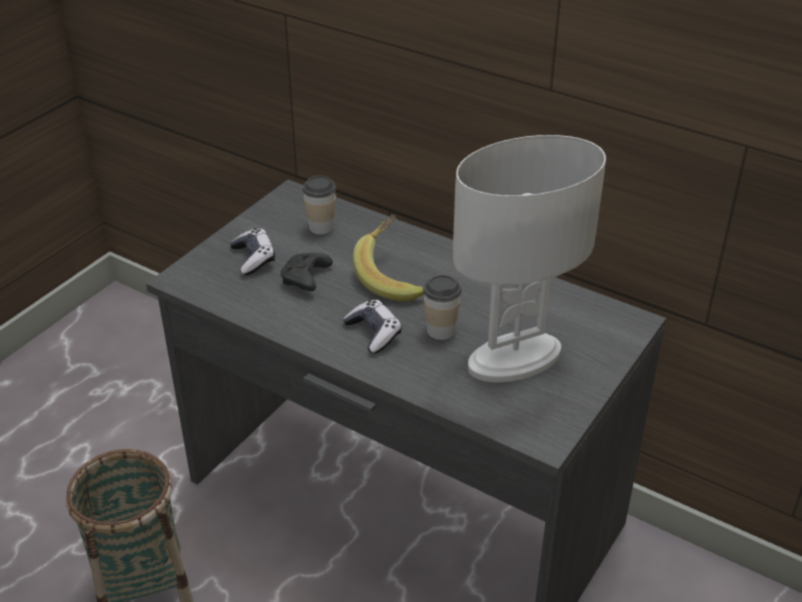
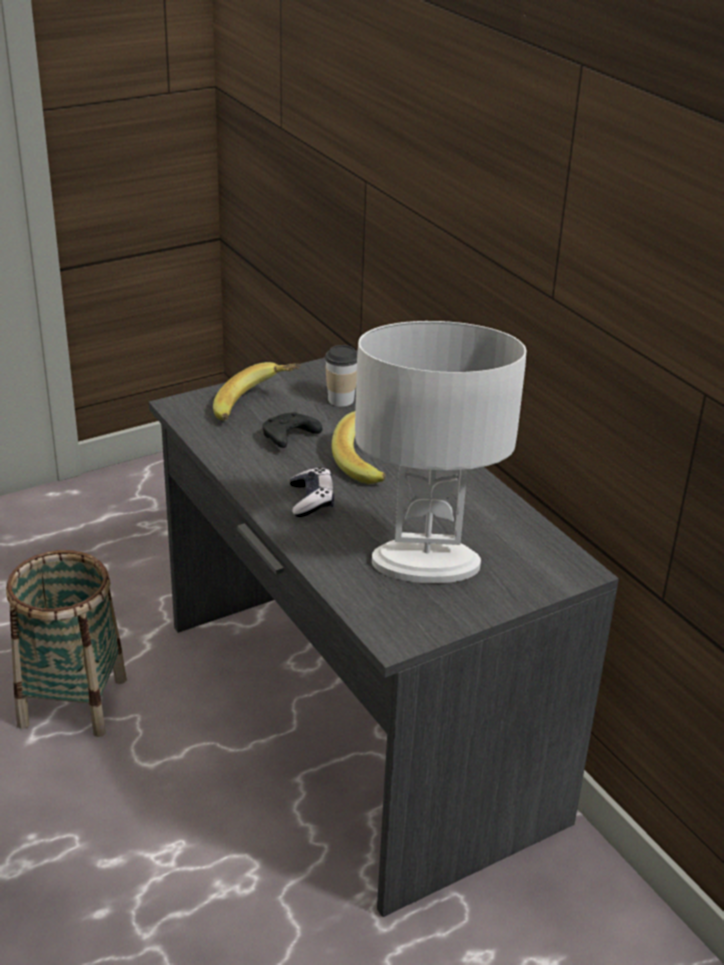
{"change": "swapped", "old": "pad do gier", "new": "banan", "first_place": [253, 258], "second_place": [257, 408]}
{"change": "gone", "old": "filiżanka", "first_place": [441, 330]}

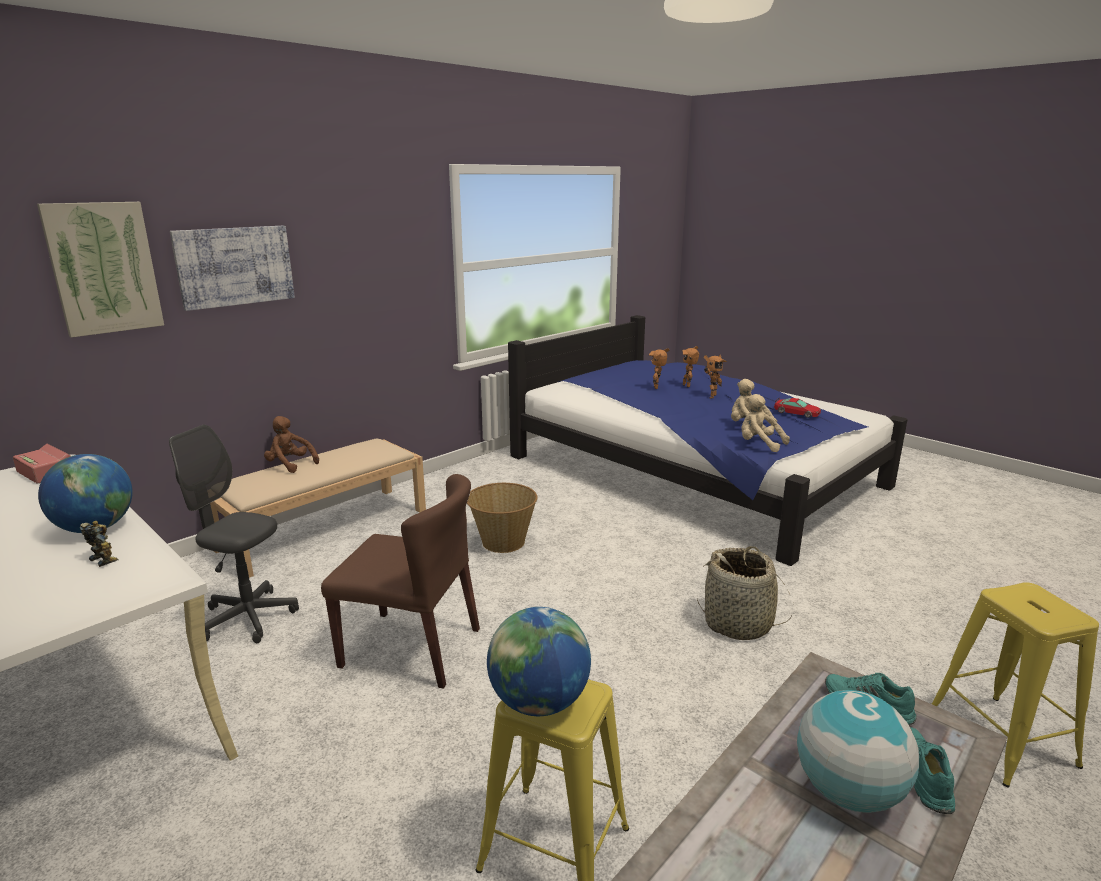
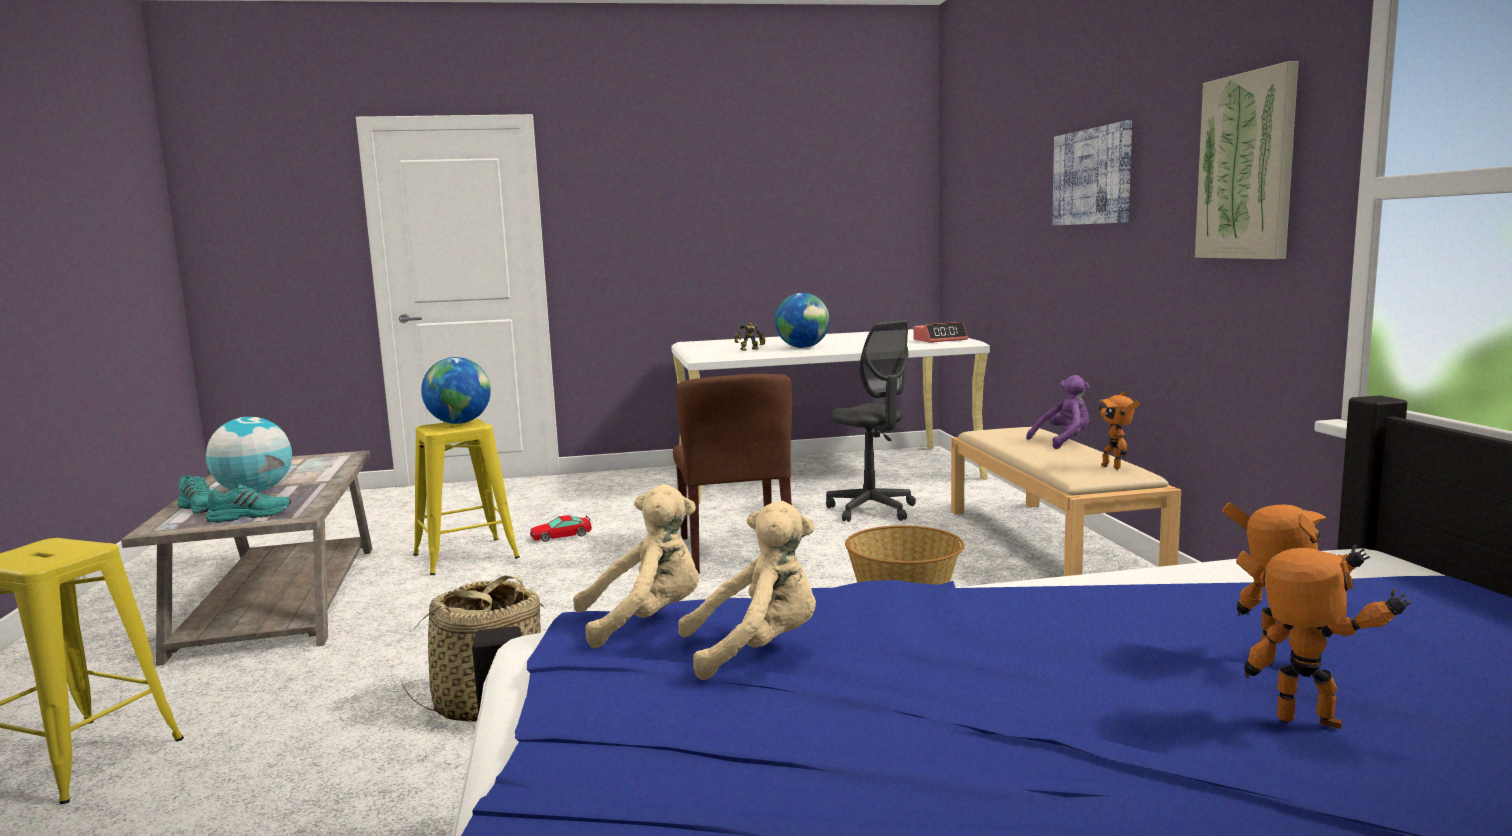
{"change": "shifted", "old": "obraz", "first_place": [103, 268], "second_place": [1247, 167]}
{"change": "rotated", "old": "krzesło biurowe (szary)", "first_place": [248, 618], "second_place": [871, 510], "degrees": 90}
{"change": "repainted", "old": "pluszak (brązowy)", "new": "pluszak (fioletowy)", "first_place": [290, 465], "second_place": [1063, 441]}
{"change": "rotated", "old": "krzesło (brązowy)", "first_place": [412, 648], "second_place": [735, 551], "degrees": -60}
{"change": "shifted", "old": "robot zabawkowy", "first_place": [710, 396], "second_place": [1113, 467]}
{"change": "shifted", "old": "samochodzik", "first_place": [796, 413], "second_place": [561, 535]}

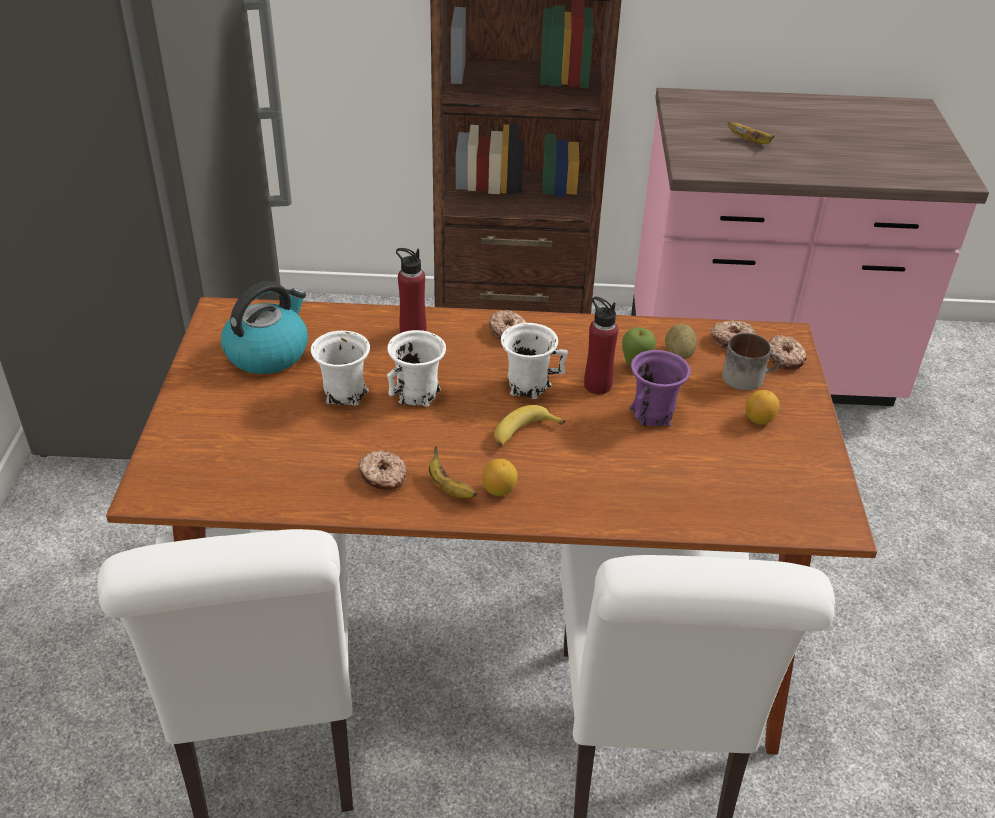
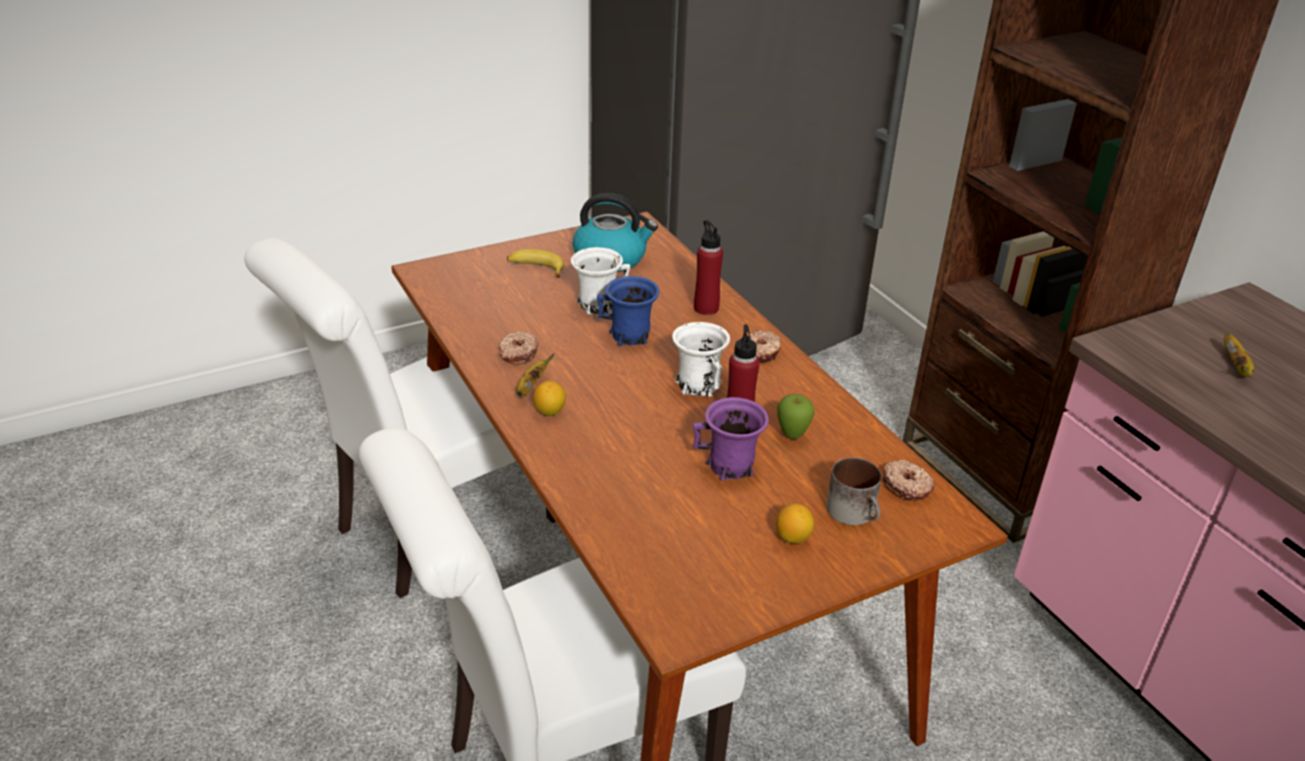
{"change": "repainted", "old": "kubek (biały)", "new": "kubek (niebieski)", "first_place": [418, 394], "second_place": [630, 336]}
{"change": "shifted", "old": "banan", "first_place": [523, 433], "second_place": [536, 268]}
{"change": "gone", "old": "ziemniak", "first_place": [679, 354]}
{"change": "gone", "old": "donut", "first_place": [785, 358]}

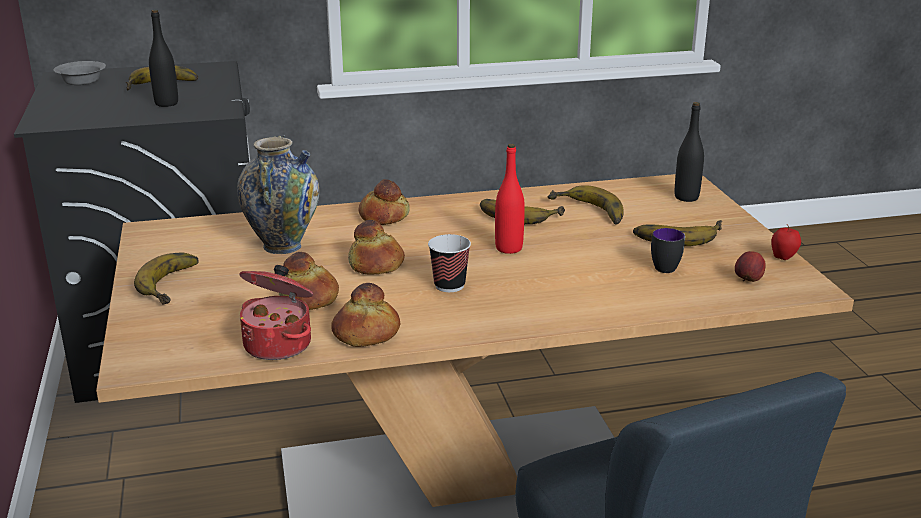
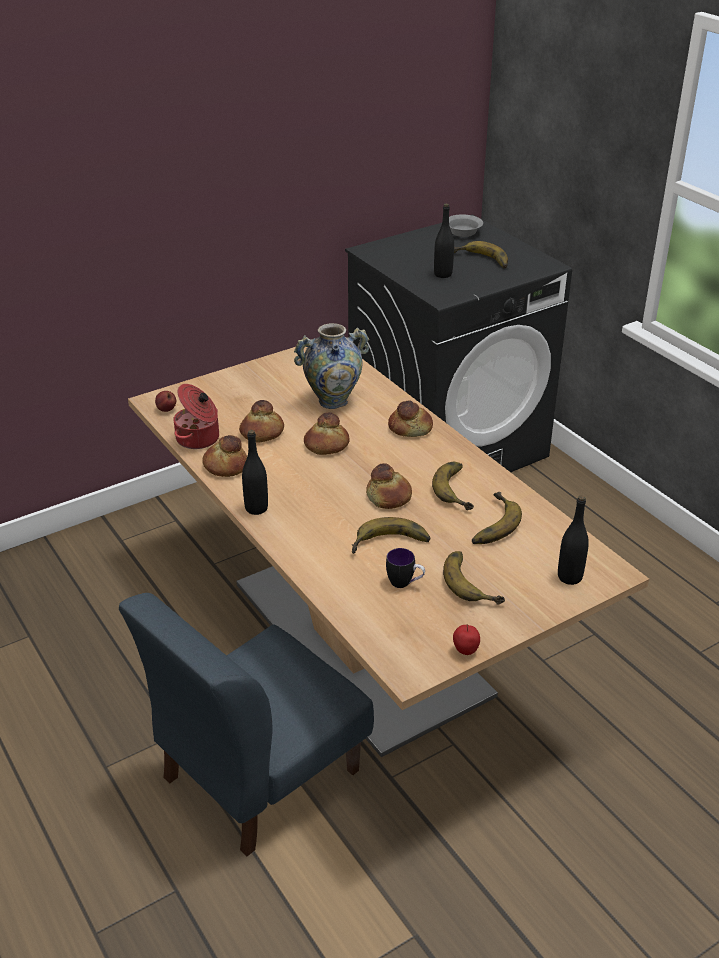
{"change": "shifted", "old": "banan", "first_place": [177, 284], "second_place": [391, 545]}
{"change": "gone", "old": "filiżanka", "first_place": [449, 285]}
{"change": "swapped", "old": "butelka (czerwony)", "new": "chleb", "first_place": [509, 248], "second_place": [389, 496]}
{"change": "shifted", "old": "jabłko", "first_place": [748, 280], "second_place": [166, 410]}
{"change": "new", "new": "butelka (czarny)", "second_place": [256, 508]}

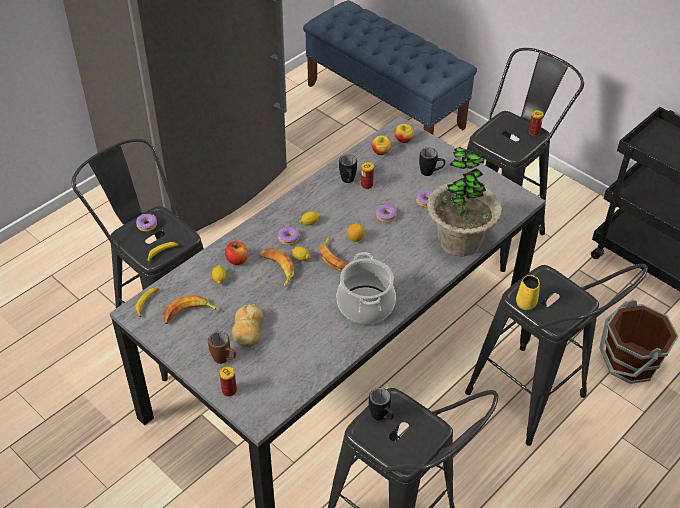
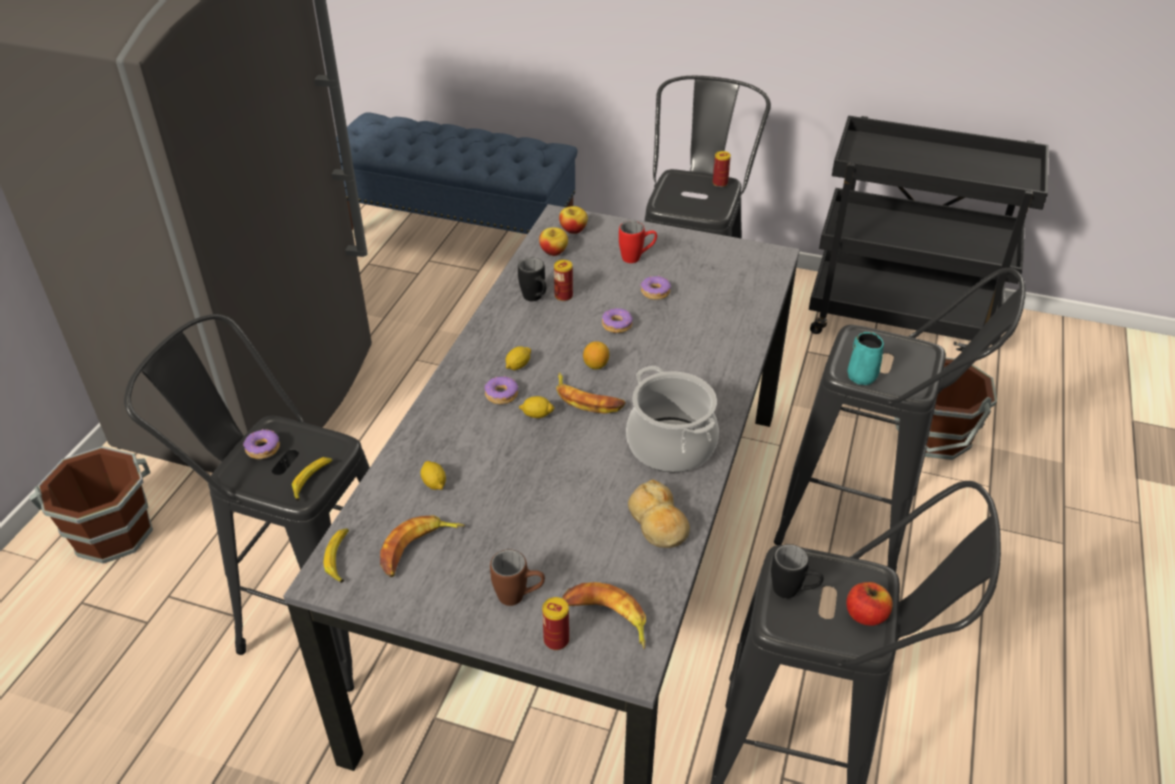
{"change": "shifted", "old": "jabłko", "first_place": [237, 260], "second_place": [865, 615]}
{"change": "shifted", "old": "chleb", "first_place": [248, 330], "second_place": [658, 524]}
{"change": "shifted", "old": "banan", "first_place": [277, 269], "second_place": [606, 618]}
{"change": "repainted", "old": "kubek (czarny)", "new": "kubek (czerwony)", "first_place": [431, 173], "second_place": [637, 258]}
{"change": "gone", "old": "roślina doniczkowa", "first_place": [459, 241]}
{"change": "repainted", "old": "kubek (żółty)", "new": "kubek (turkusowy)", "first_place": [526, 302], "second_place": [861, 375]}
{"change": "new", "new": "wiadro (brązowy)", "second_place": [112, 532]}

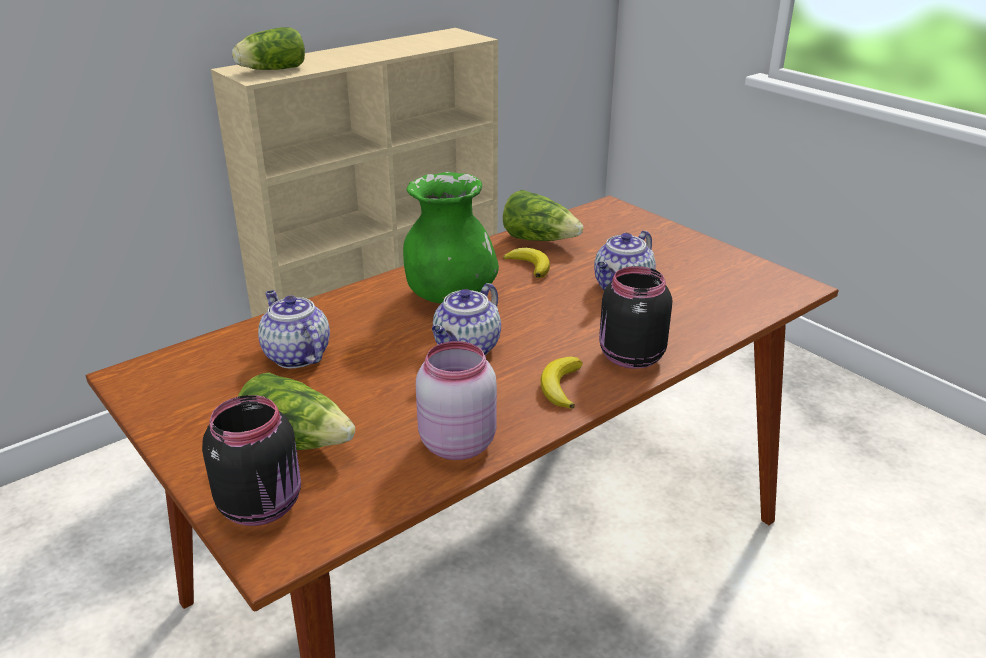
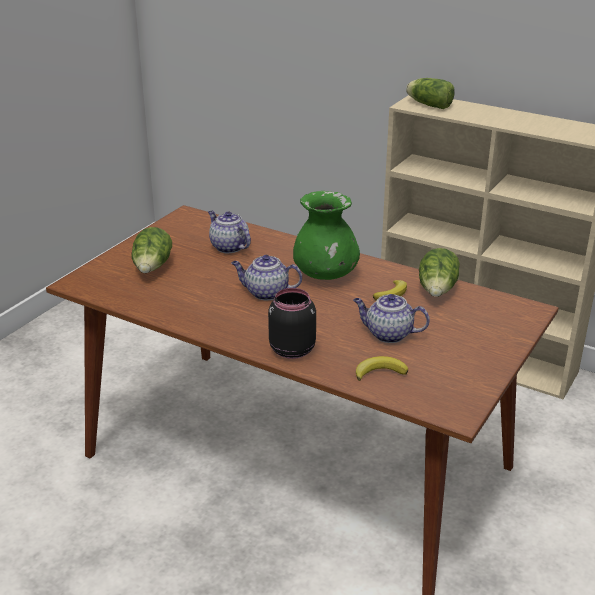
{"change": "gone", "old": "słoik (czarny)", "first_place": [263, 504]}
{"change": "rotated", "old": "imbryk", "first_place": [295, 355], "second_place": [228, 247], "degrees": -75}
{"change": "gone", "old": "słoik (różowy)", "first_place": [455, 443]}
{"change": "shifted", "old": "banan", "first_place": [560, 386], "second_place": [380, 372]}

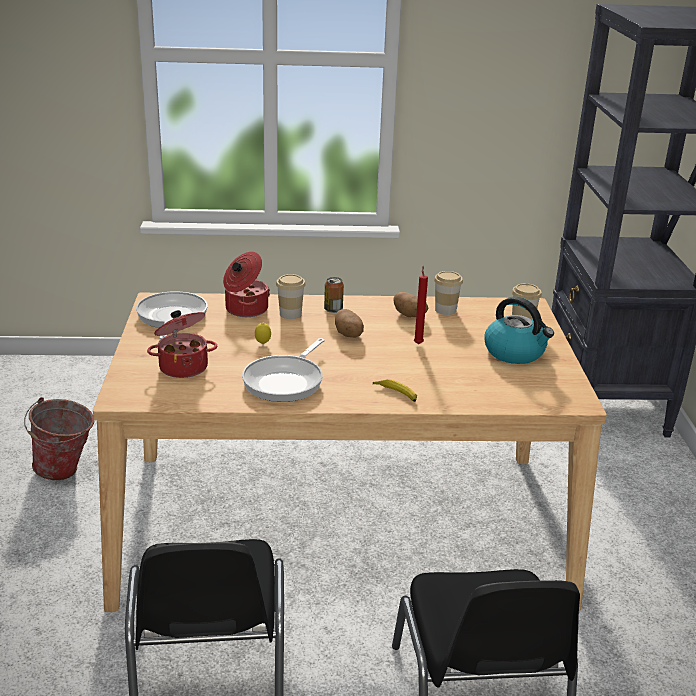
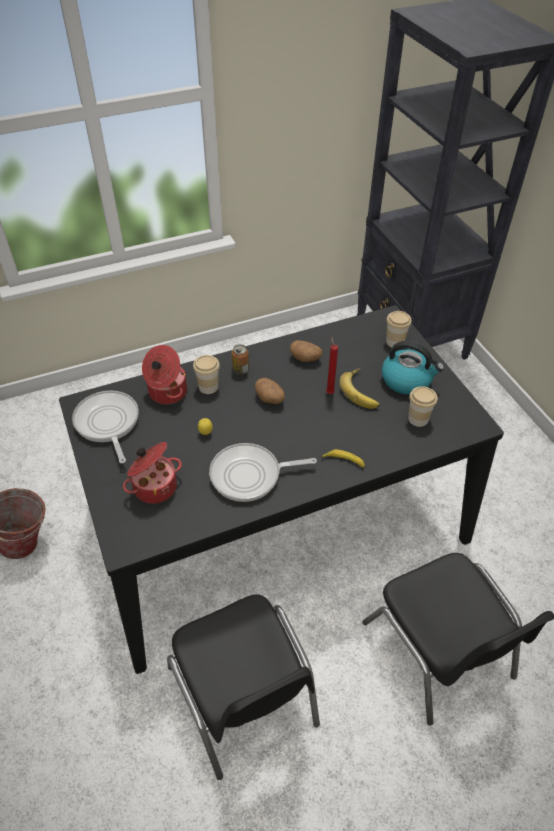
{"change": "repainted", "old": "stół jadalny (beżowy)", "new": "stół jadalny (czarny)", "first_place": [341, 525], "second_place": [276, 522]}
{"change": "rotated", "old": "patelnia", "first_place": [286, 381], "second_place": [250, 475], "degrees": 75}
{"change": "shifted", "old": "filiżanka", "first_place": [445, 310], "second_place": [418, 419]}
{"change": "new", "new": "banan", "second_place": [362, 391]}

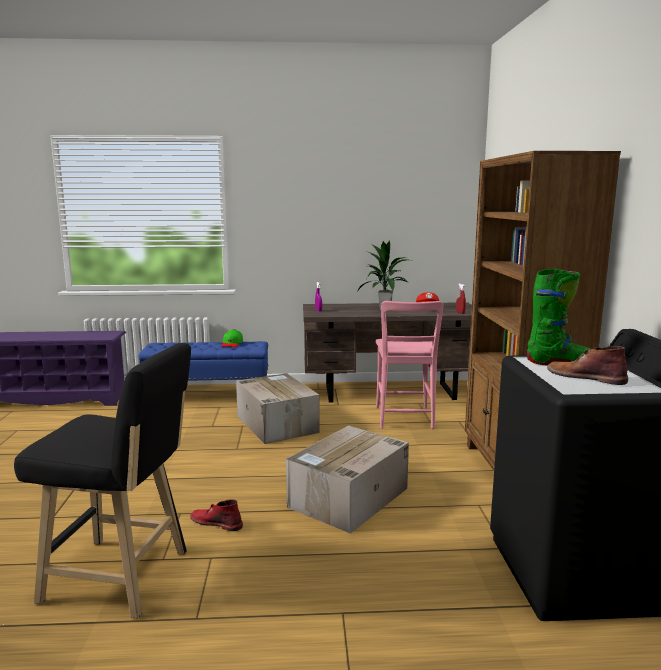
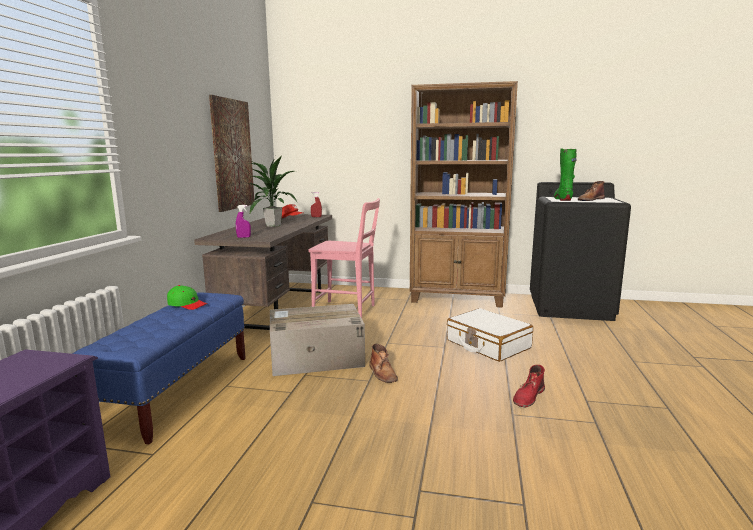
{"change": "gone", "old": "stołek (czarny)", "first_place": [123, 577]}
{"change": "swapped", "old": "karton", "new": "walizka (biały)", "first_place": [348, 498], "second_place": [487, 344]}
{"change": "new", "new": "obraz", "second_place": [232, 154]}
{"change": "new", "new": "but z cholewką (brązowy)", "second_place": [382, 373]}

